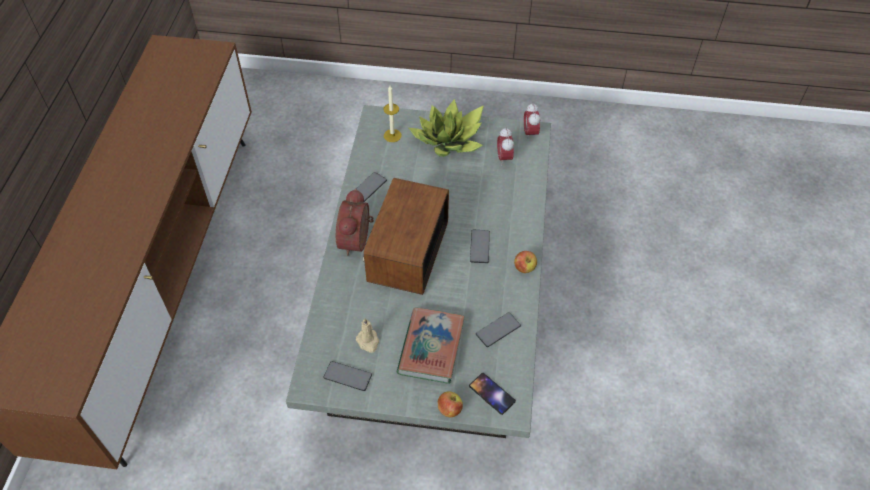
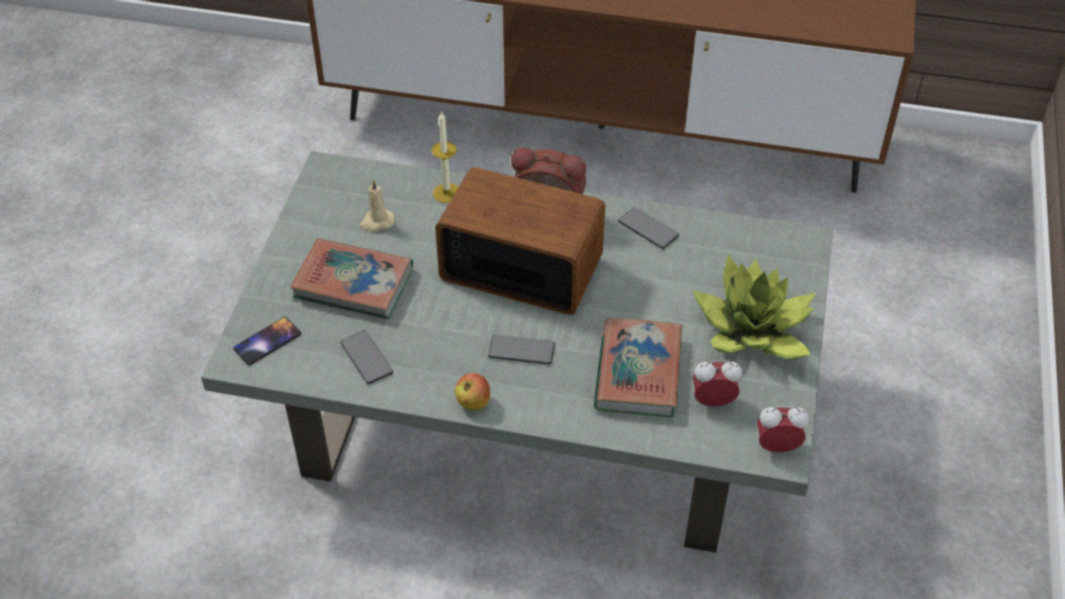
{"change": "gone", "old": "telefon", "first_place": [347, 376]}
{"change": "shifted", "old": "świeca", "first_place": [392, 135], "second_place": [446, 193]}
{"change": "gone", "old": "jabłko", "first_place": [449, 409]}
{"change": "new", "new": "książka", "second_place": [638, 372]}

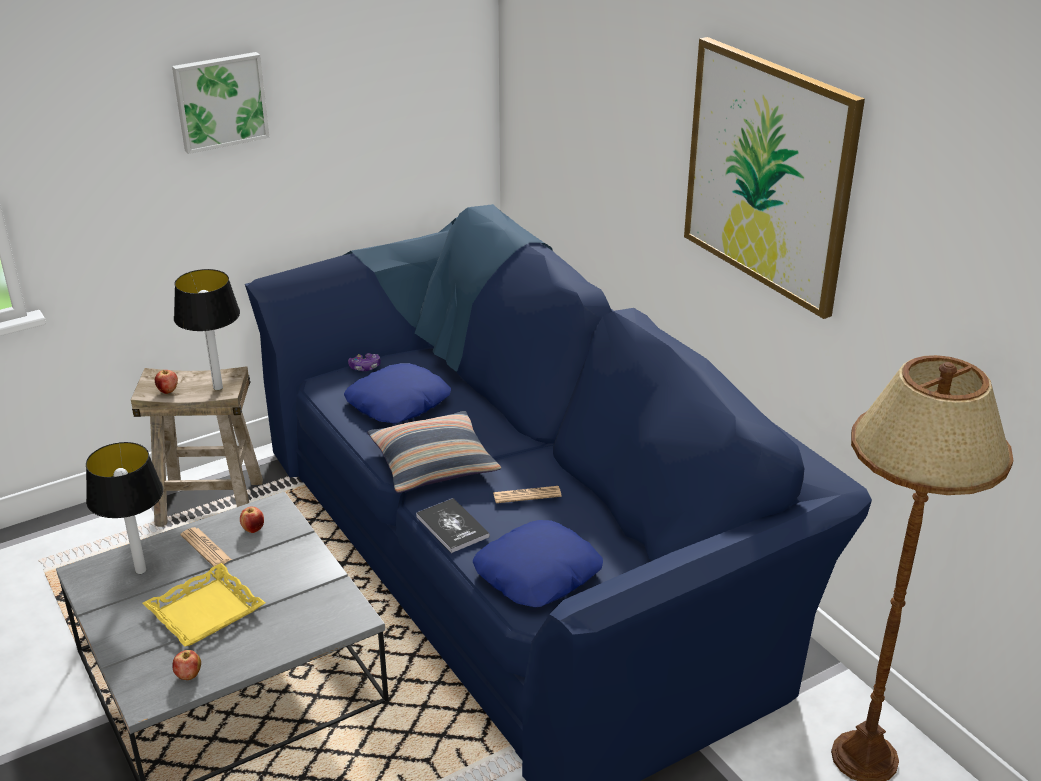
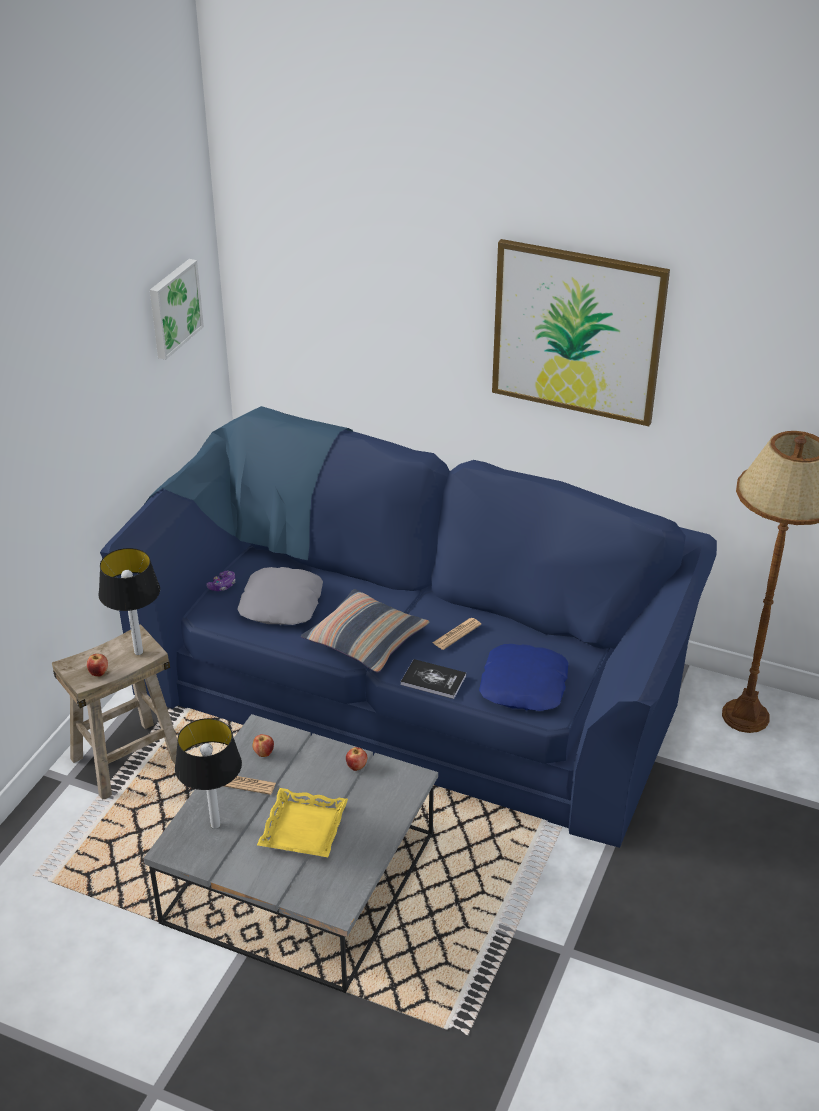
{"change": "shifted", "old": "obraz", "first_place": [220, 101], "second_place": [173, 308]}
{"change": "shifted", "old": "jabłko", "first_place": [188, 675], "second_place": [356, 767]}
{"change": "repainted", "old": "poduszka (niebieski)", "new": "poduszka (szary)", "first_place": [399, 403], "second_place": [282, 604]}

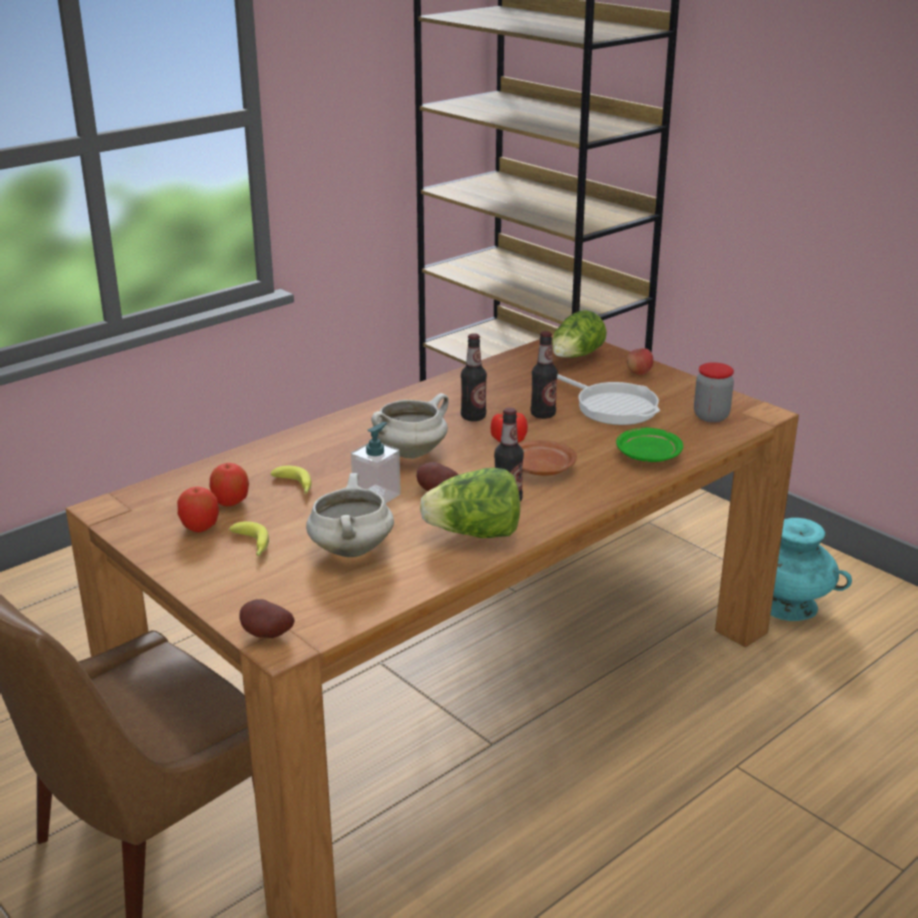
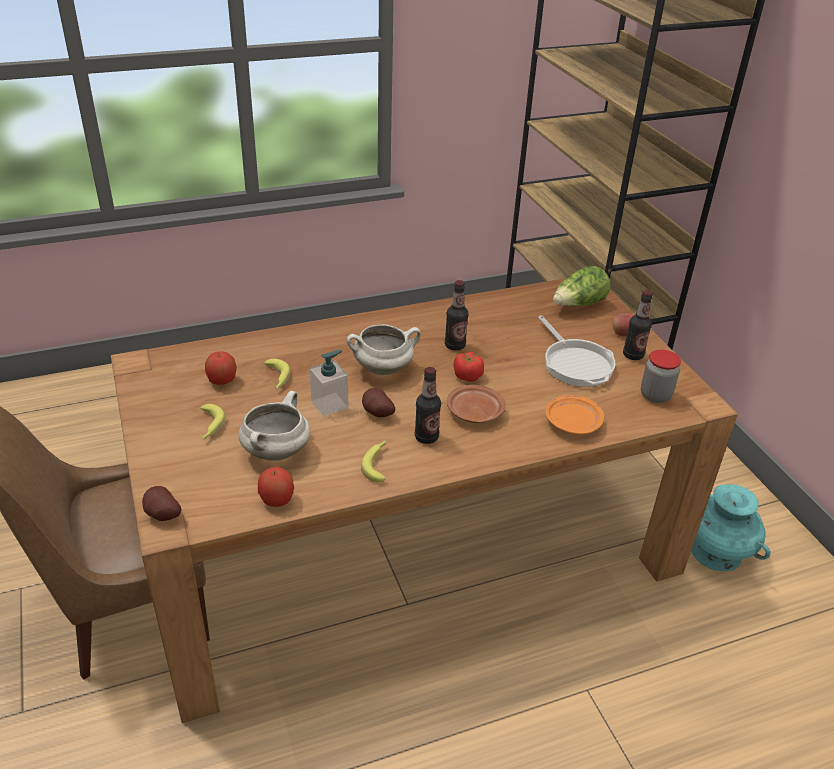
{"change": "shifted", "old": "jabłko", "first_place": [200, 527], "second_place": [277, 500]}
{"change": "swapped", "old": "sałata", "new": "banan", "first_place": [474, 534], "second_place": [378, 464]}
{"change": "shifted", "old": "butelka", "first_place": [543, 414], "second_place": [633, 355]}
{"change": "repainted", "old": "talerz (zielony)", "new": "talerz (pomarańczowy)", "first_place": [648, 455], "second_place": [572, 422]}

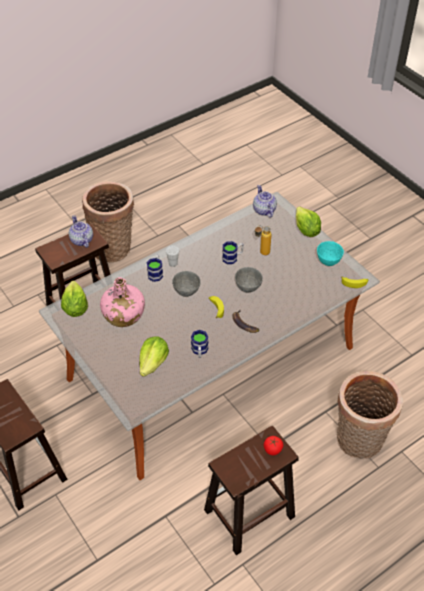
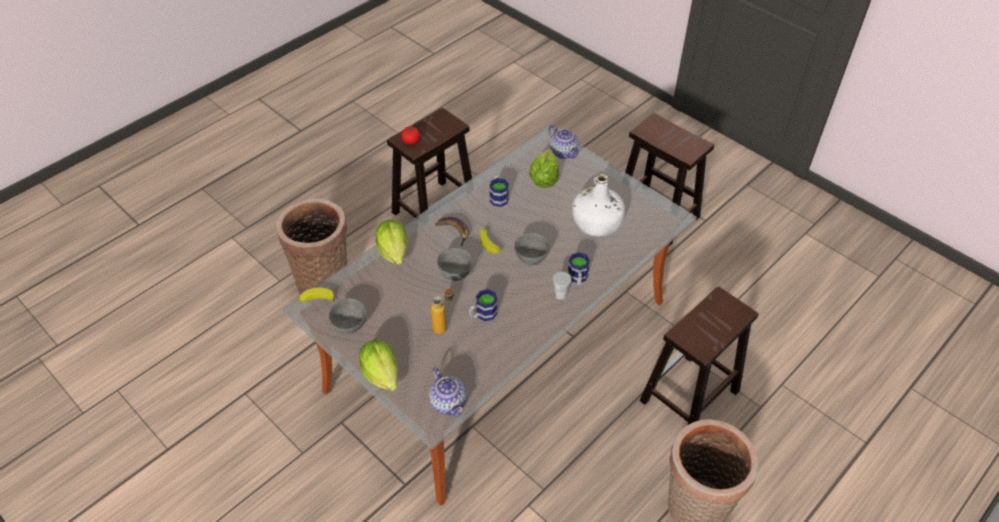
{"change": "shifted", "old": "sałata", "first_place": [75, 308], "second_place": [394, 252]}
{"change": "shifted", "old": "imbryk", "first_place": [81, 240], "second_place": [563, 152]}
{"change": "repainted", "old": "butelka (różowy)", "new": "butelka (biały)", "first_place": [123, 315], "second_place": [597, 223]}
{"change": "repainted", "old": "miska (turkusowy)", "new": "miska (szary)", "first_place": [328, 261], "second_place": [351, 326]}

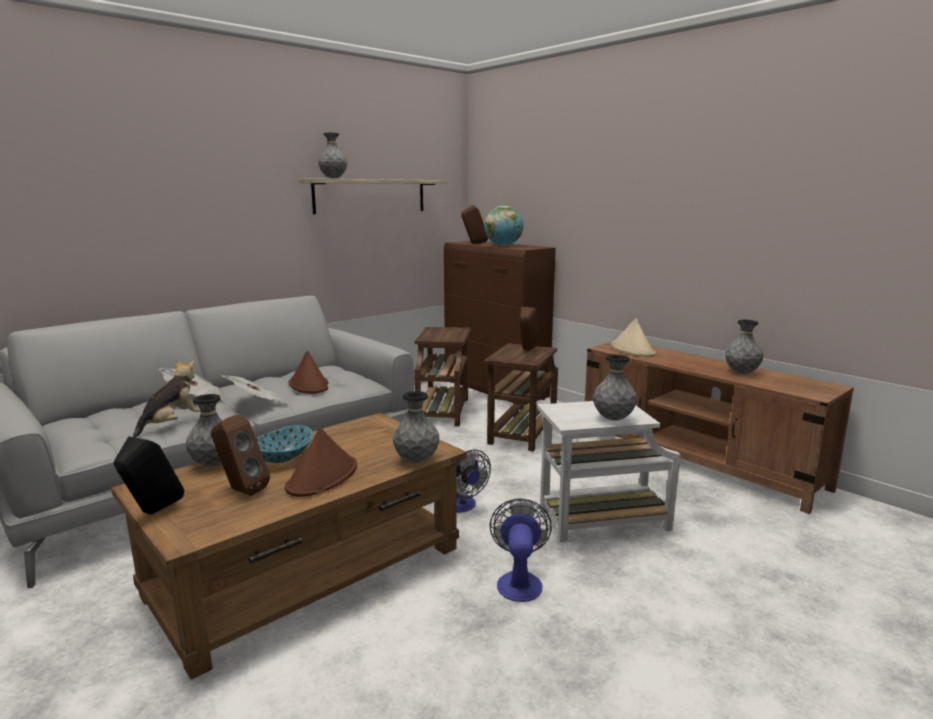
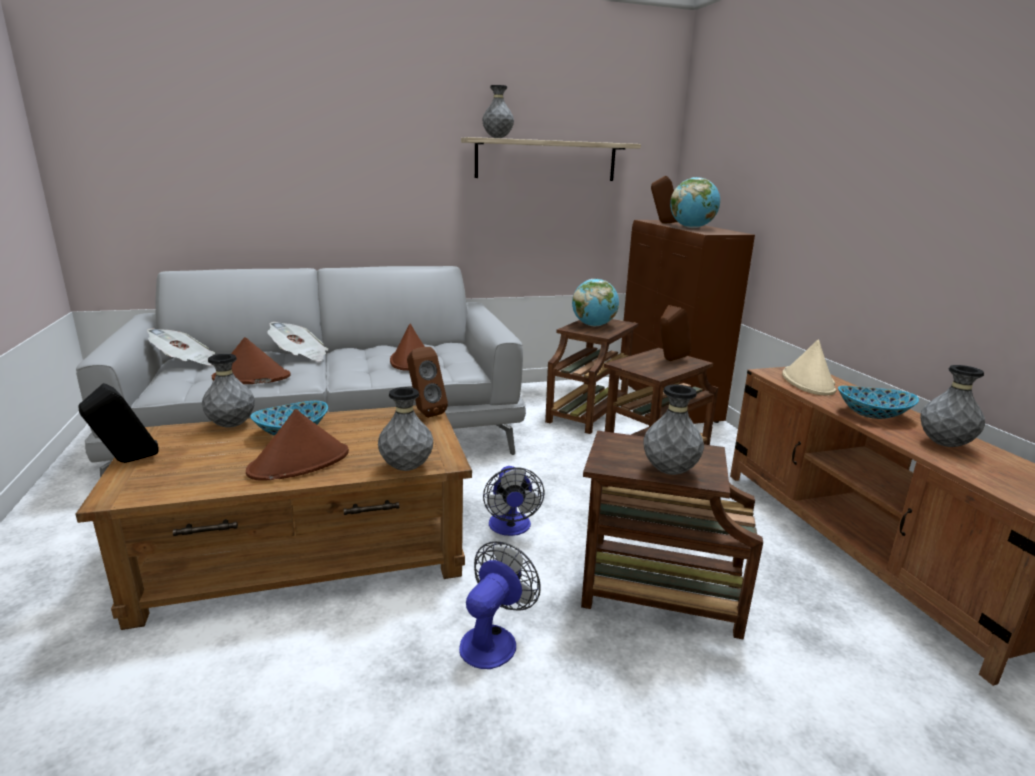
{"change": "swapped", "old": "pluszak", "new": "kapelusz (brązowy)", "first_place": [171, 424], "second_place": [251, 377]}
{"change": "shifted", "old": "głośnik (brązowy)", "first_place": [240, 490], "second_place": [424, 412]}
{"change": "shifted", "old": "gazeta", "first_place": [258, 404], "second_place": [186, 362]}
{"change": "repainted", "old": "stolik (biały)", "new": "stolik (brązowy)", "first_place": [600, 521], "second_place": [656, 595]}
{"change": "new", "new": "globus", "second_place": [593, 325]}
{"change": "new", "new": "miska", "second_place": [871, 414]}

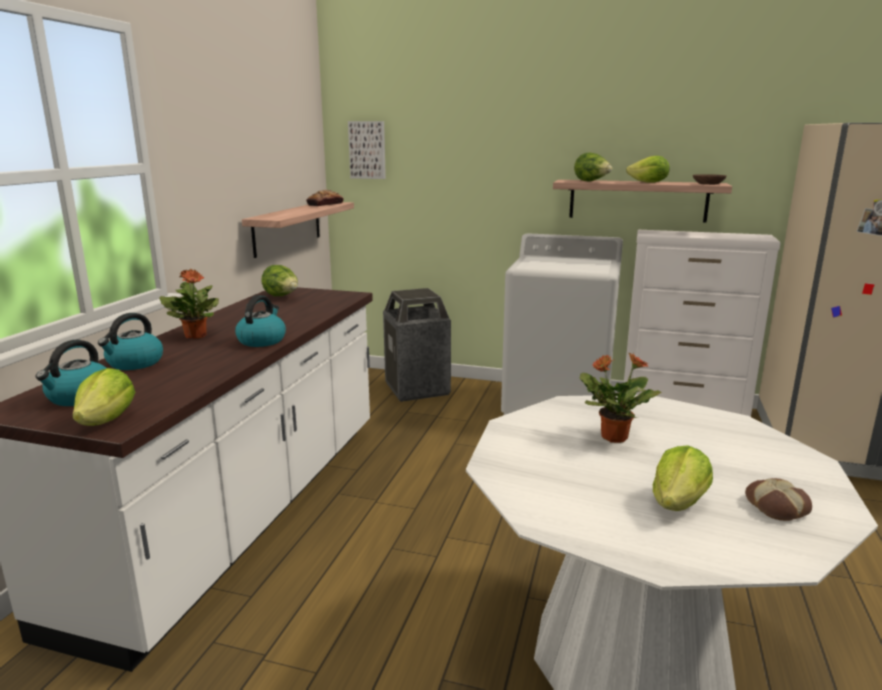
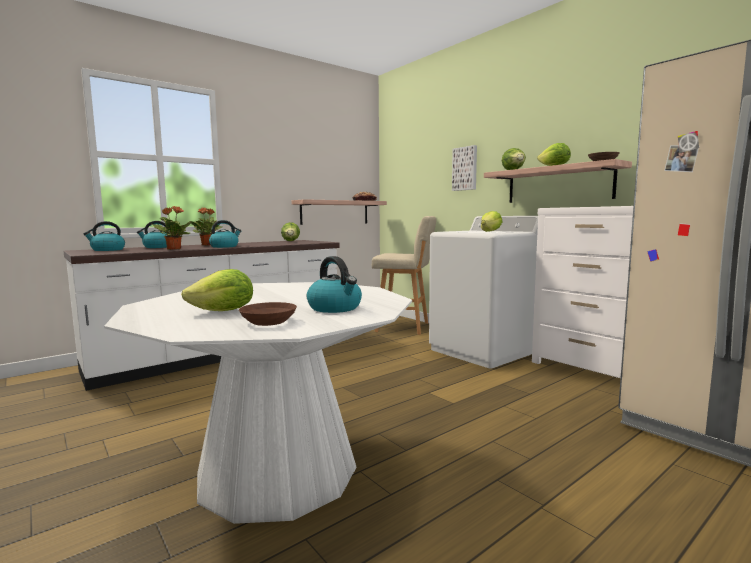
{"change": "shifted", "old": "sałata", "first_place": [107, 420], "second_place": [490, 231]}
{"change": "shifted", "old": "obraz", "first_place": [368, 150], "second_place": [465, 168]}
{"change": "swapped", "old": "kosz na śmieci", "new": "stołek (beżowy)", "first_place": [417, 389], "second_place": [404, 327]}
{"change": "shifted", "old": "roślina doniczkowa", "first_place": [613, 437], "second_place": [173, 249]}
{"change": "swapped", "old": "chleb", "new": "miska (brązowy)", "first_place": [777, 506], "second_place": [270, 322]}
{"change": "new", "new": "czajnik", "second_place": [335, 308]}

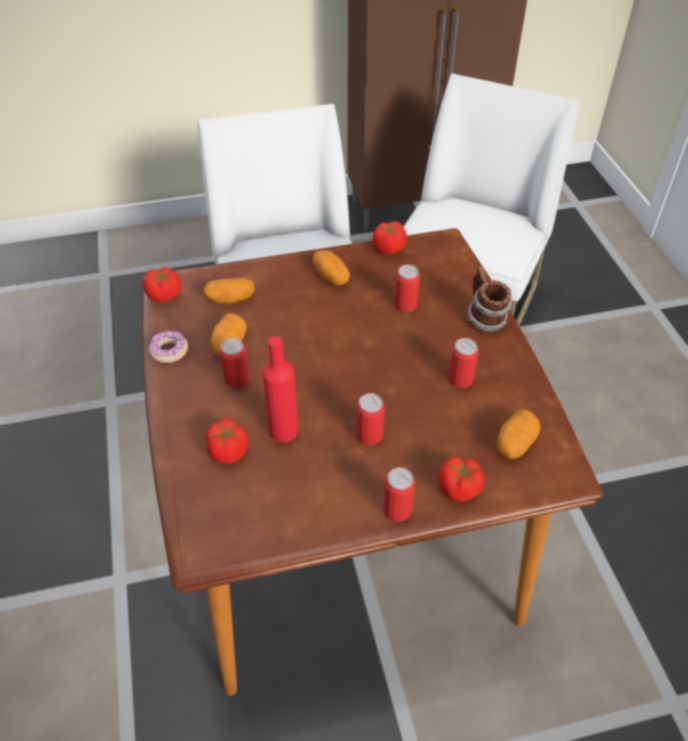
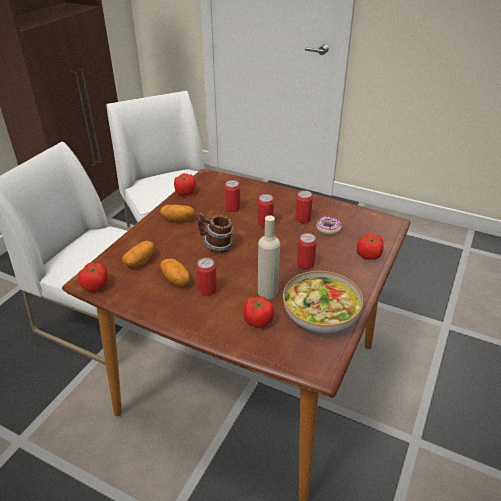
{"change": "shifted", "old": "donut", "first_place": [169, 351], "second_place": [328, 229]}
{"change": "repainted", "old": "butelka (czerwony)", "new": "butelka (beżowy)", "first_place": [283, 430], "second_place": [267, 291]}
{"change": "shifted", "old": "puszka", "first_place": [397, 509], "second_place": [265, 223]}
{"change": "shifted", "old": "kubek", "first_place": [484, 319], "second_place": [216, 246]}
{"change": "gone", "old": "ziemniak", "first_place": [515, 443]}
{"change": "new", "new": "miska", "second_place": [321, 314]}

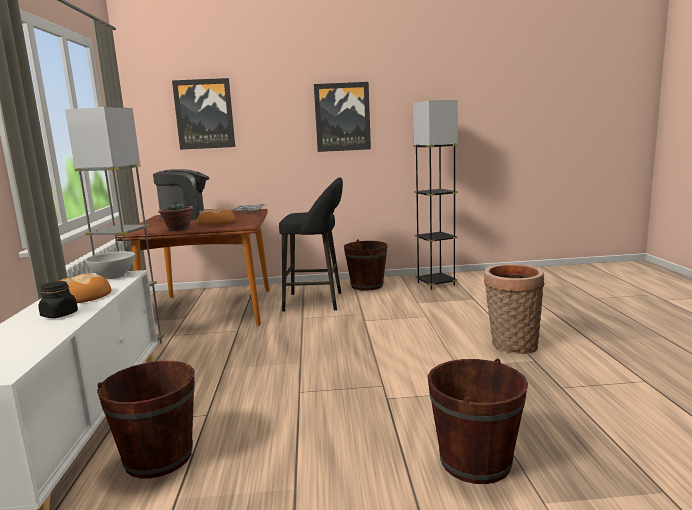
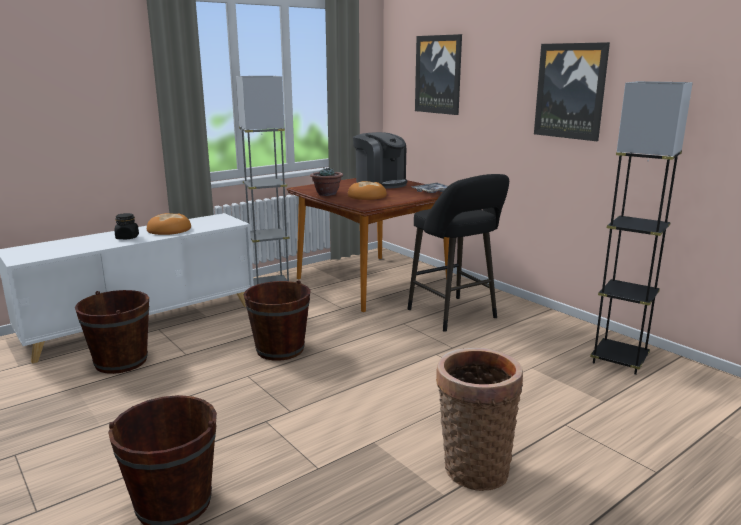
{"change": "gone", "old": "miska (biały)", "first_place": [114, 276]}
{"change": "shifted", "old": "wiadro (brązowy)", "first_place": [367, 285], "second_place": [280, 349]}

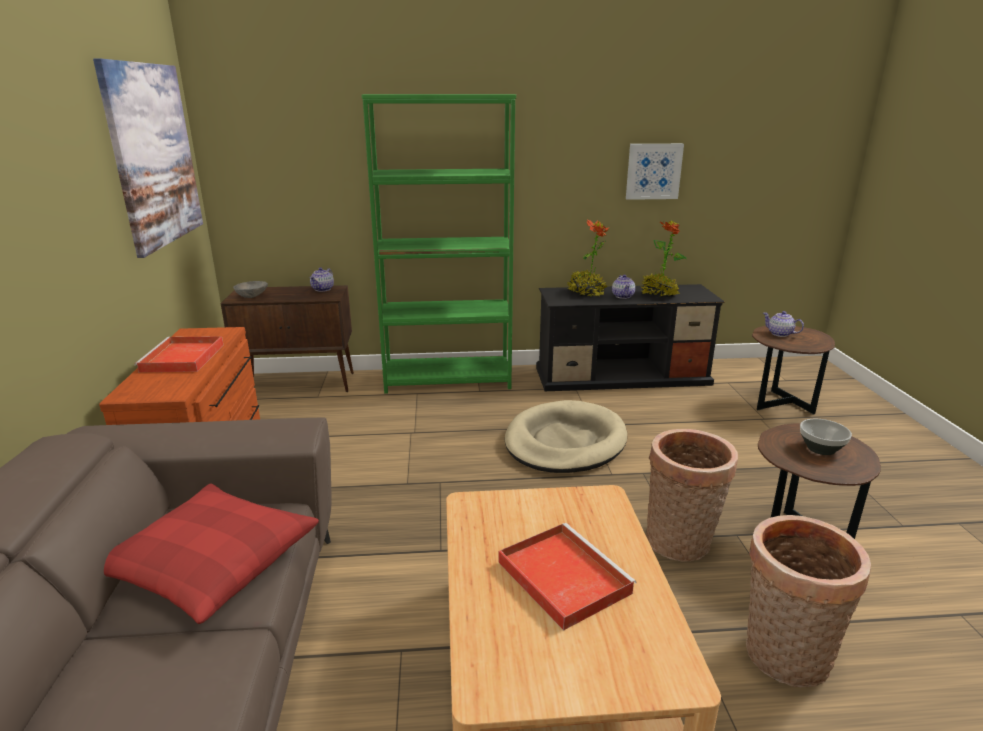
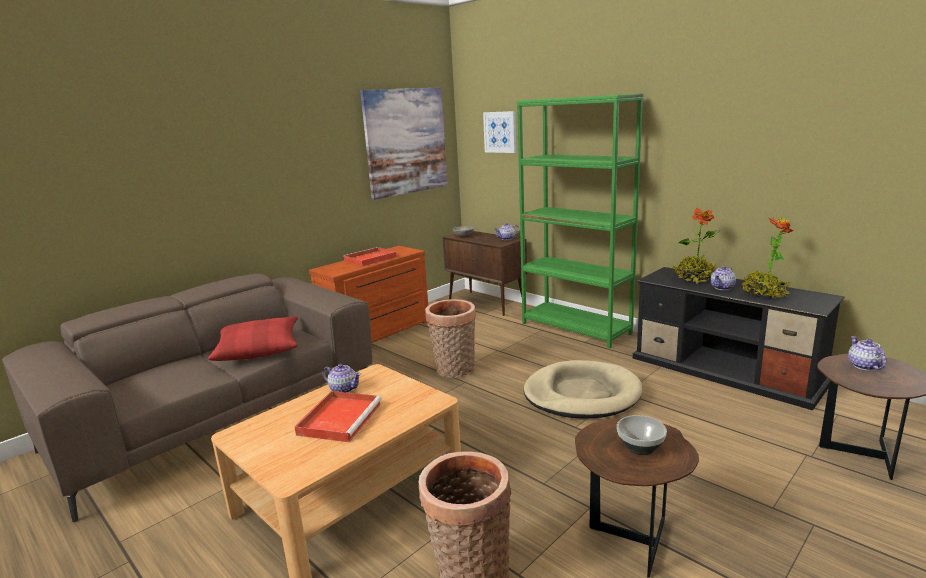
{"change": "shifted", "old": "obraz", "first_place": [653, 171], "second_place": [500, 132]}
{"change": "shifted", "old": "koszyk", "first_place": [680, 544], "second_place": [454, 371]}
{"change": "new", "new": "imbryk", "second_place": [343, 389]}

